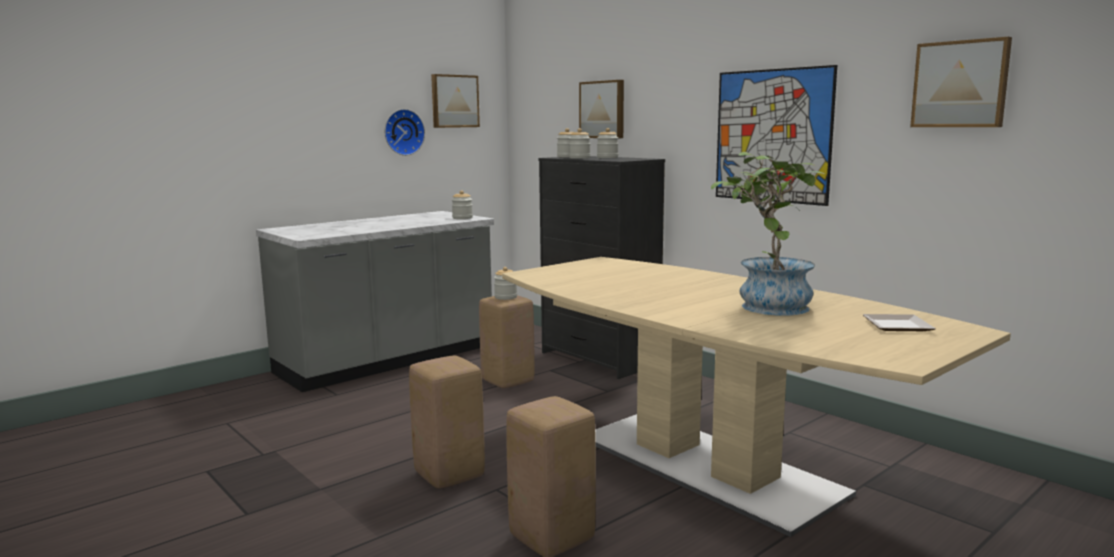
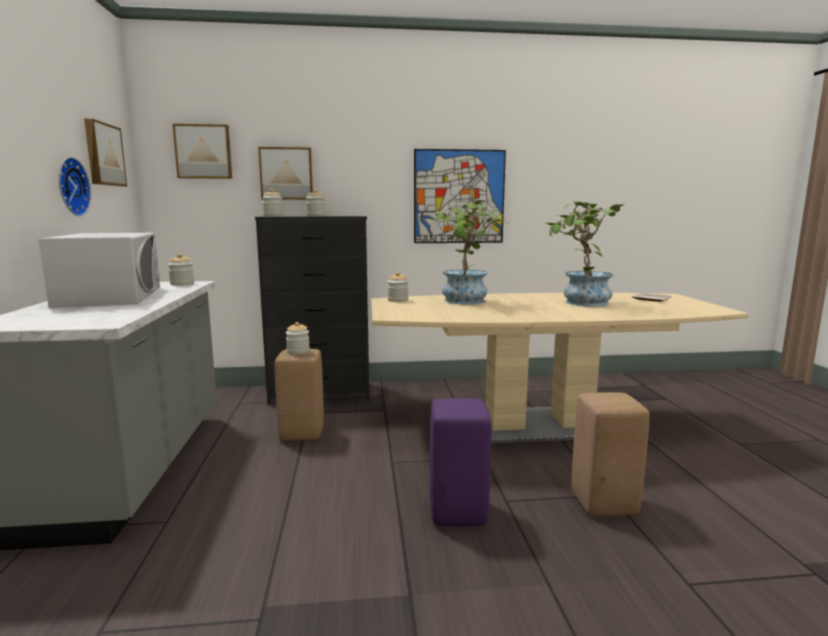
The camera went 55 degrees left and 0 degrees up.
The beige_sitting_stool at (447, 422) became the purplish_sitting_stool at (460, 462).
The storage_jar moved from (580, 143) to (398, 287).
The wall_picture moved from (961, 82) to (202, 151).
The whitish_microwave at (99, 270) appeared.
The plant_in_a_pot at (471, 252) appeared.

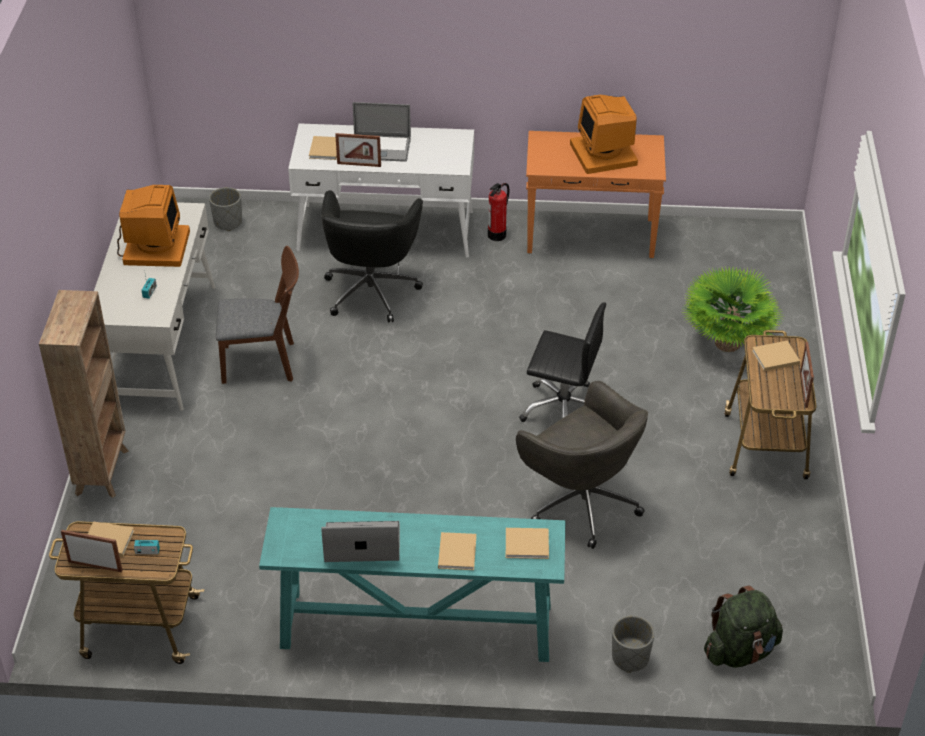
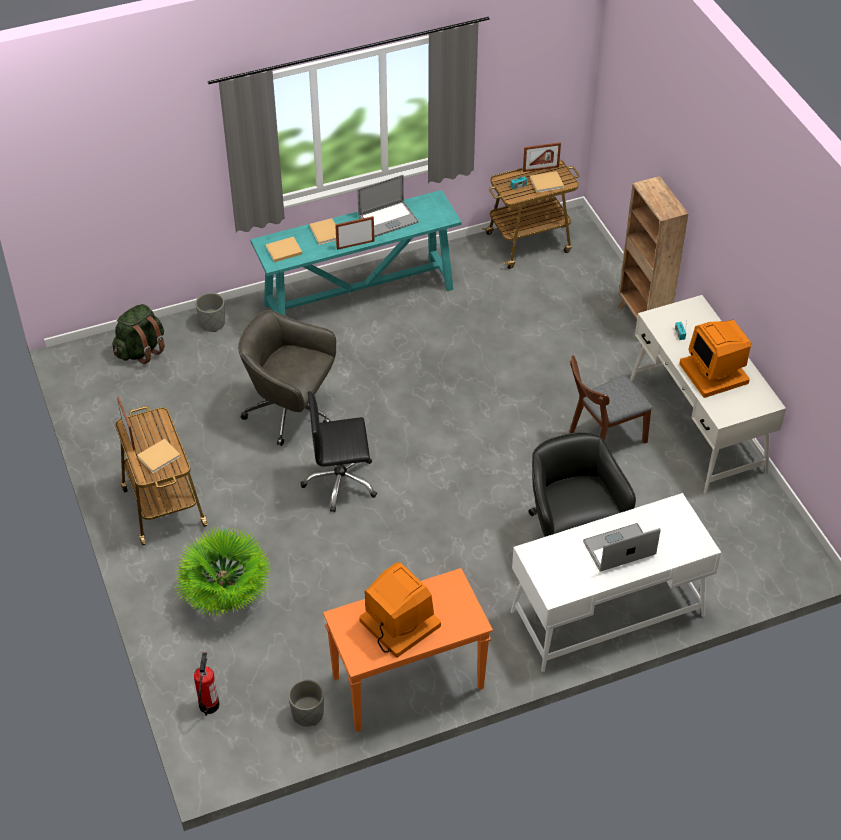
The camera went 155 degrees right and 5 degrees up.
The gray_flower_pot moved from (225, 209) to (306, 703).
The beige_volume at (323, 148) disappeared.
The photo_frame moved from (358, 150) to (354, 233).
The extinguisher moved from (498, 212) to (206, 684).

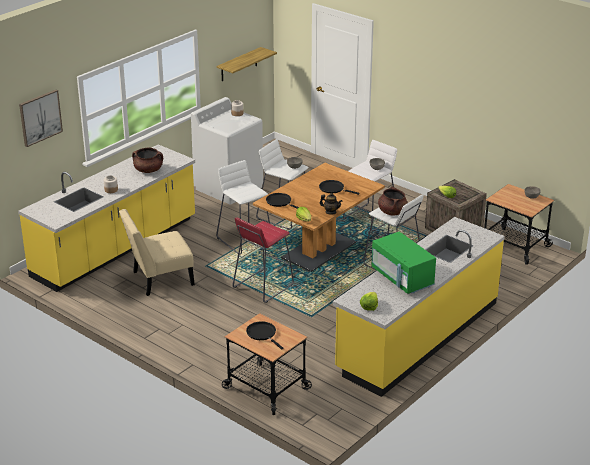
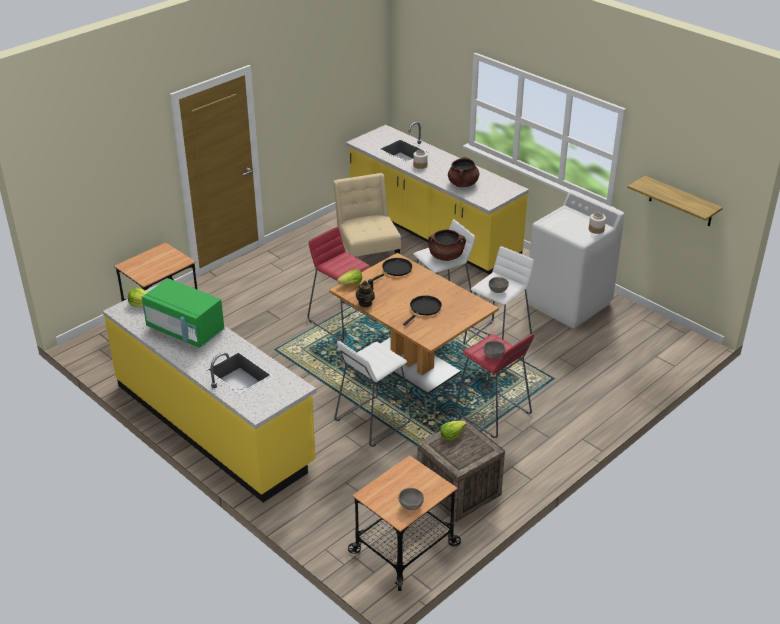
The camera went 95 degrees right and 5 degrees up.
The wall_picture at (41, 118) disappeared.
The blackish_pan at (264, 335) disappeared.
The whitish_sitting_stool at (370, 185) became the red-coloured_sitting_stool at (494, 386).
The green_microwave at (404, 263) turned 120 degrees counterclockwise.
The brown-coloured_saucepot moved from (392, 200) to (447, 245).

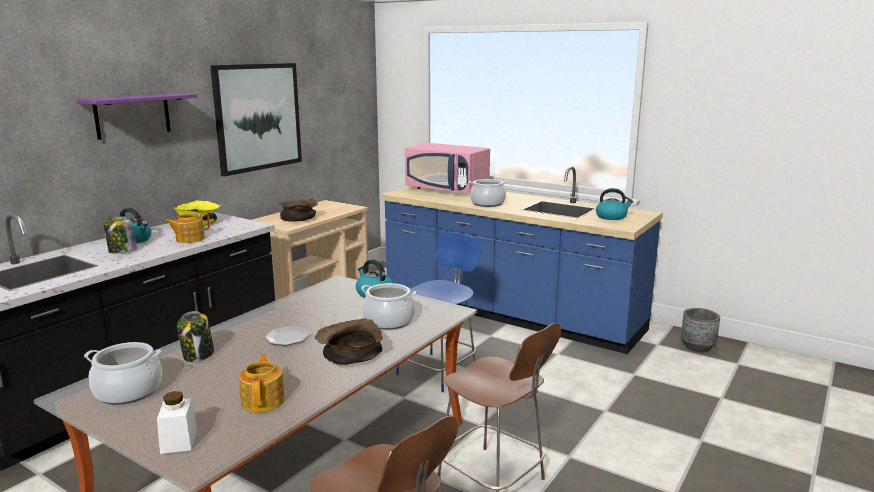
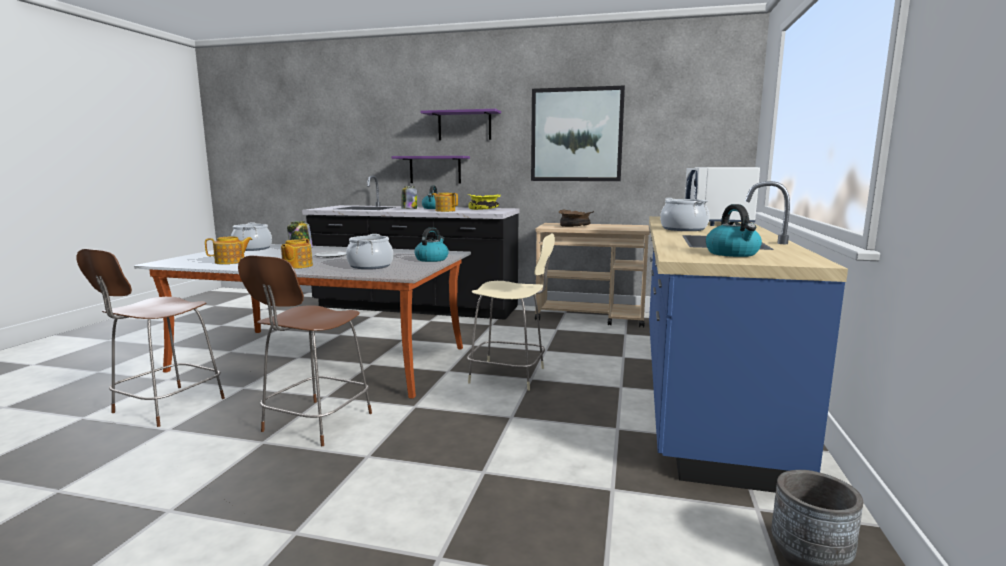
The camera went 70 degrees right and 5 degrees down.
The whitish_storage_jar at (177, 422) disappeared.
The brown-coloured_deep_dish at (349, 341) was replaced by the tea_pot at (297, 253).
The bluish_chair at (438, 312) became the beige_chair at (511, 312).
The pink-coloured_microwave at (447, 168) became the whitish_microwave at (722, 196).
The purplish_bracket_shelf at (430, 169) appeared.

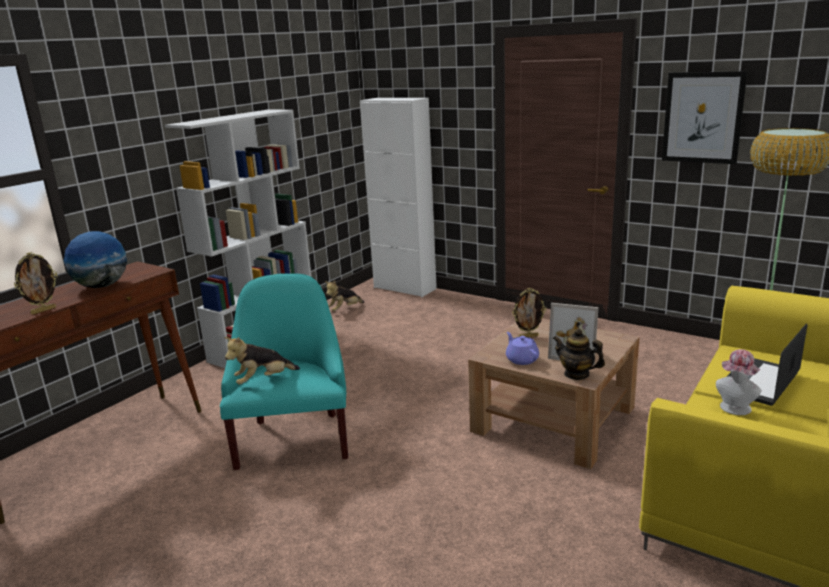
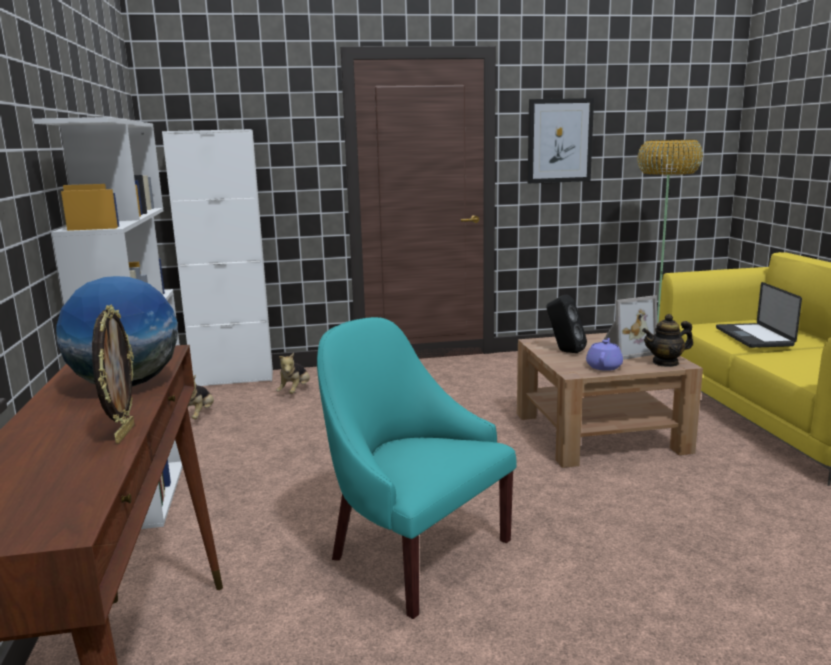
The camera went 45 degrees left and 5 degrees down.
The plush_toy moved from (262, 361) to (293, 373).
The purplish_tea_pot at (522, 348) turned 90 degrees clockwise.
The photo_frame at (529, 312) was replaced by the blackish_audio_speaker at (567, 323).
The clothing_hat at (739, 382) disappeared.

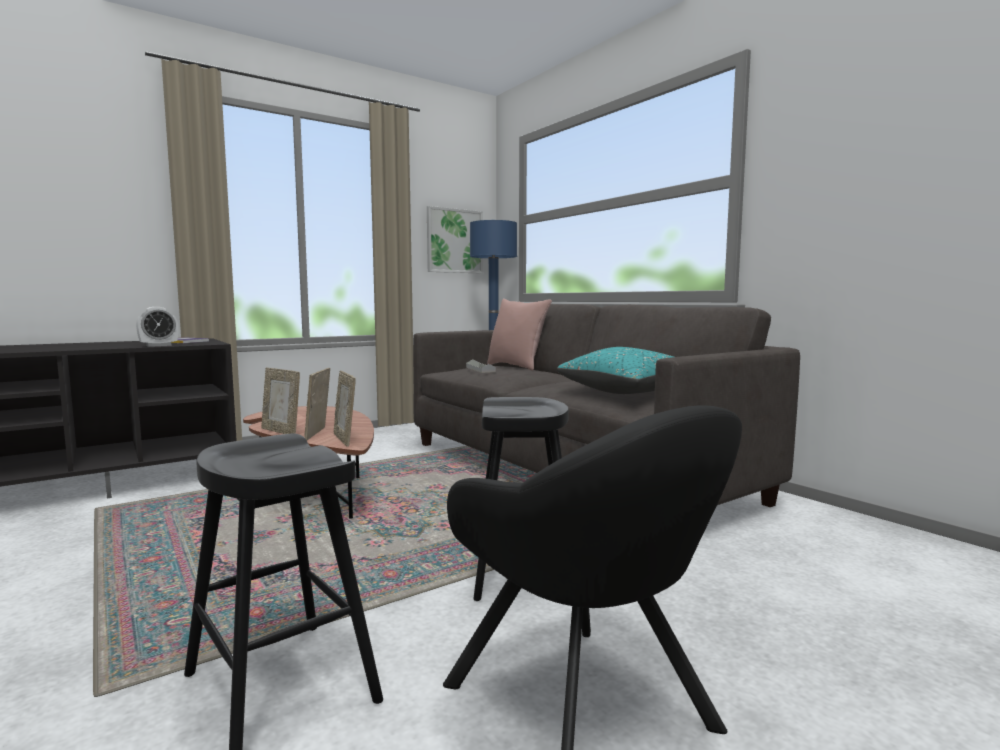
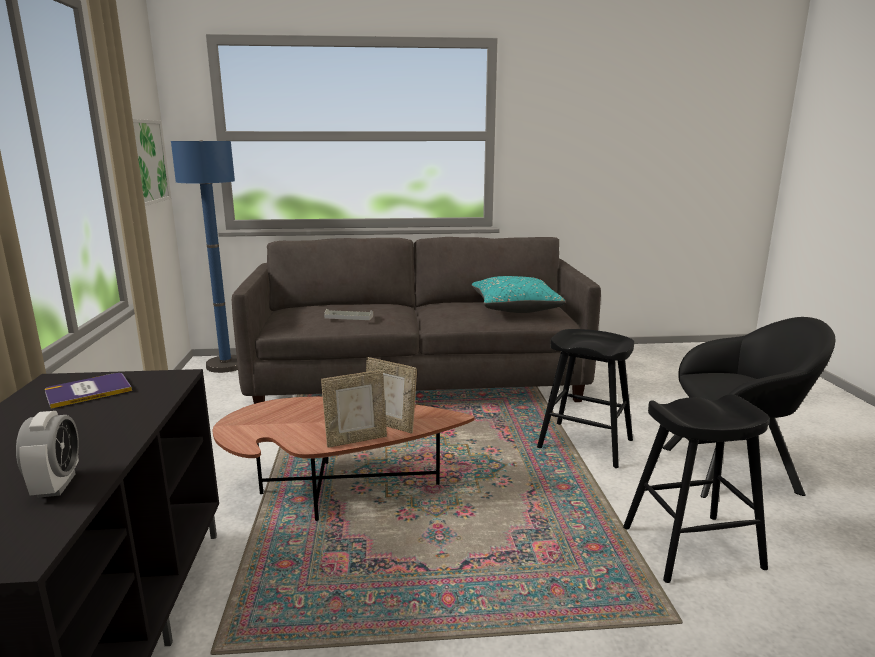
The camera went 60 degrees left and 10 degrees up.
The alarm_clock moved from (157, 327) to (47, 454).
The photo_frame at (345, 408) disappeared.
The pink-coloured_pillow at (519, 335) disappeared.

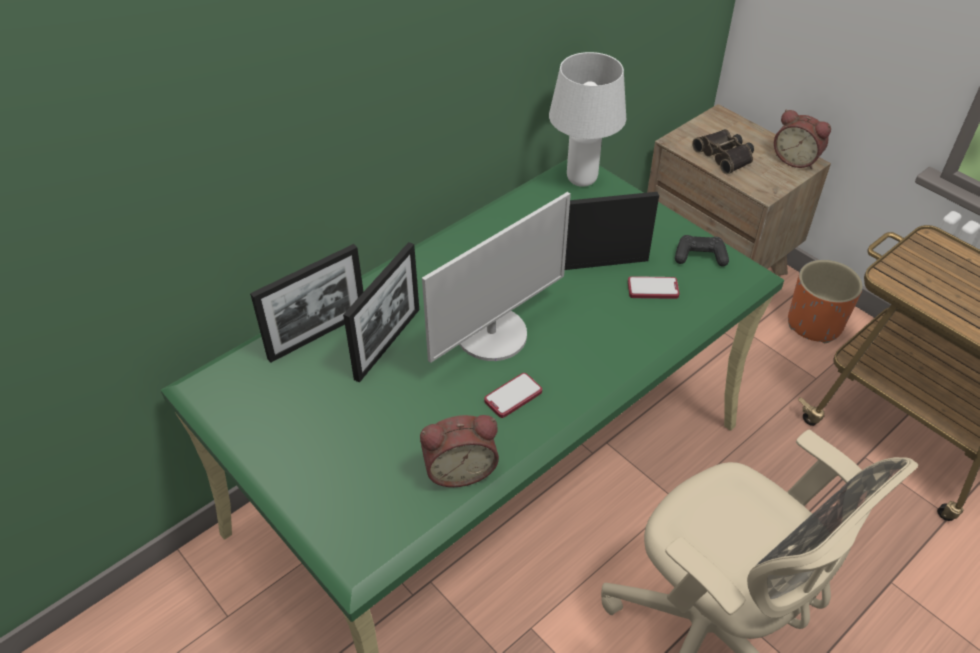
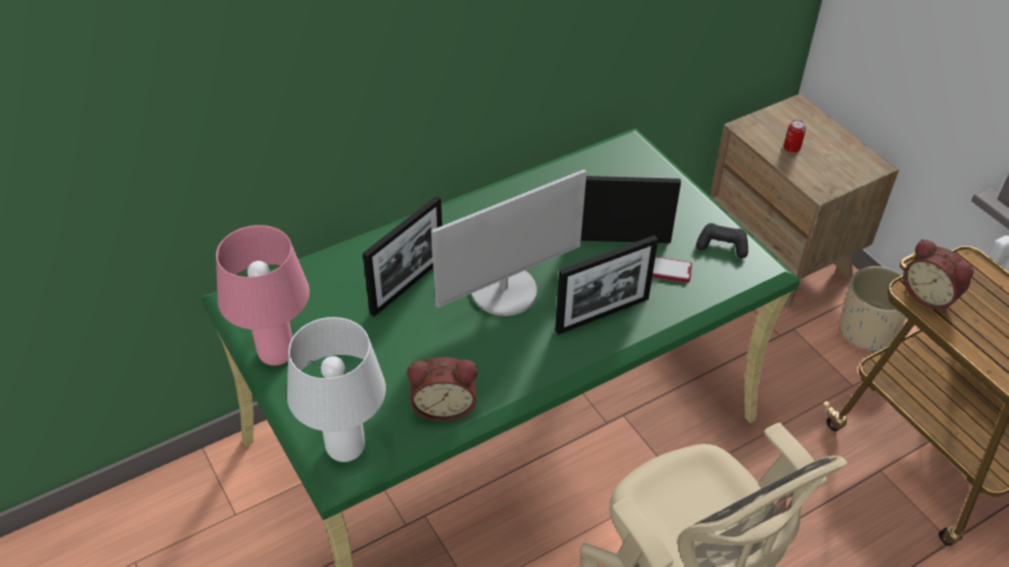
The camera went 10 degrees right and 0 degrees up.
The photo_frame moved from (306, 303) to (606, 285).
The handset at (513, 395) disappeared.
The whitish_table_lamp moved from (587, 119) to (336, 389).
The field_glasses at (723, 151) was replaced by the can at (795, 136).
The alarm_clock moved from (802, 139) to (938, 275).
The orange-coloured_flower_pot at (825, 301) became the beige_flower_pot at (873, 309).
The pink-coloured_table_lamp at (263, 295) appeared.

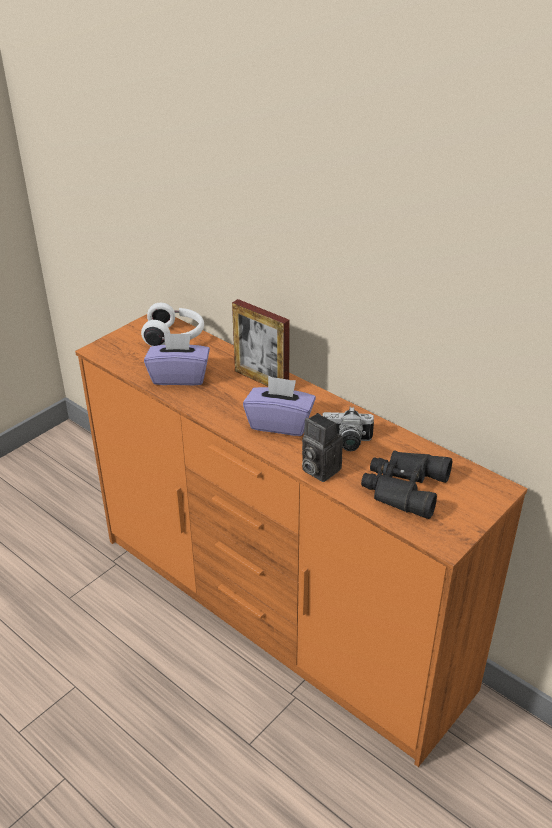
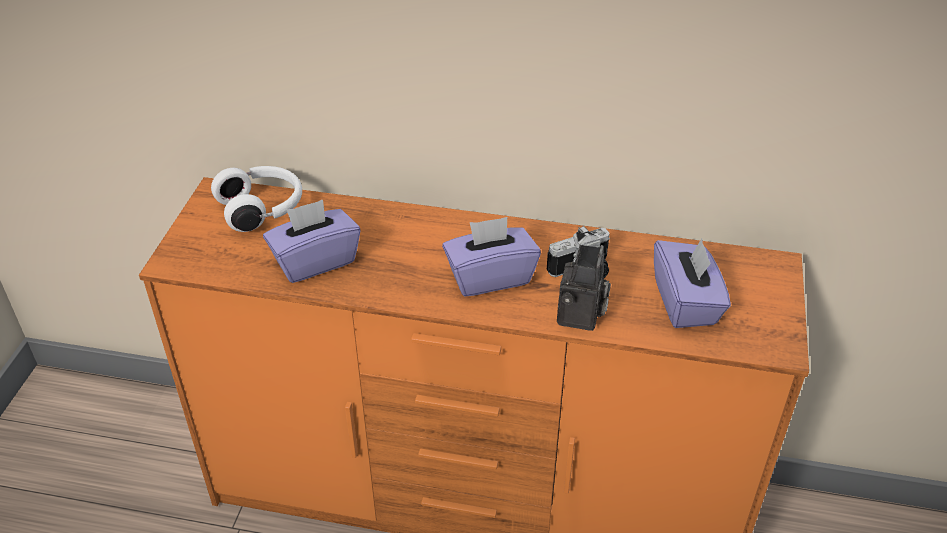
The camera went 30 degrees left and 5 degrees up.
The photo_frame at (261, 342) disappeared.
The photo_camera at (322, 447) turned 90 degrees counterclockwise.
The blackish_field_glasses at (406, 484) was replaced by the purplish_tissue_box at (692, 283).

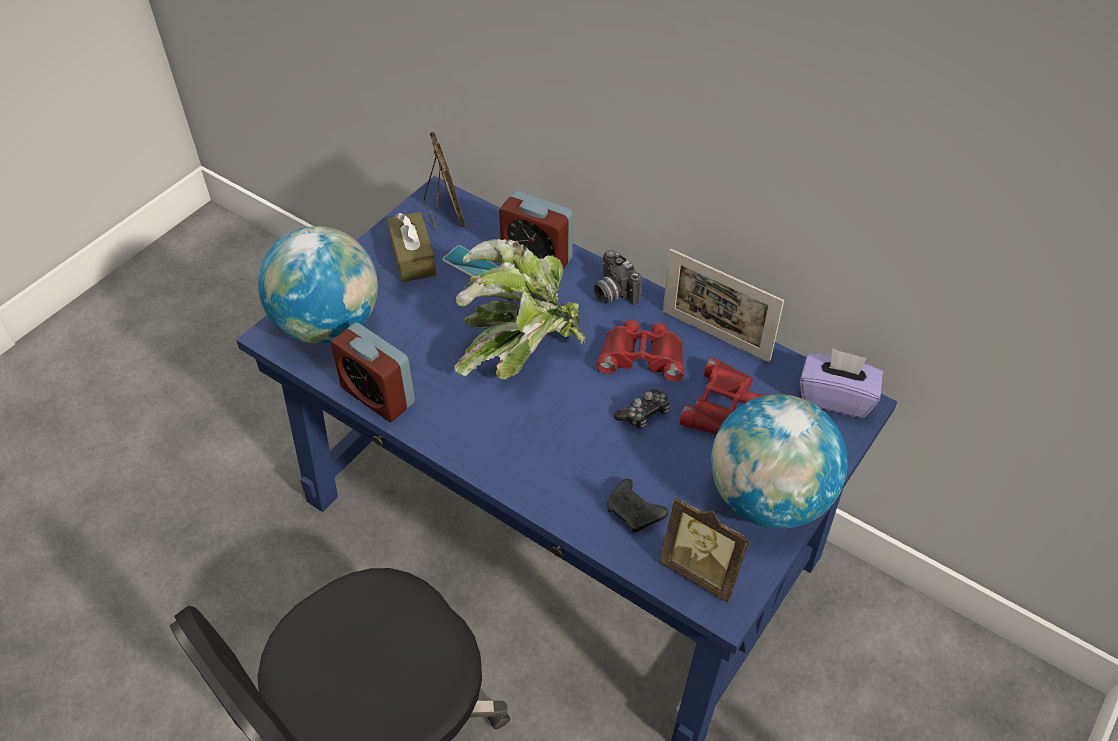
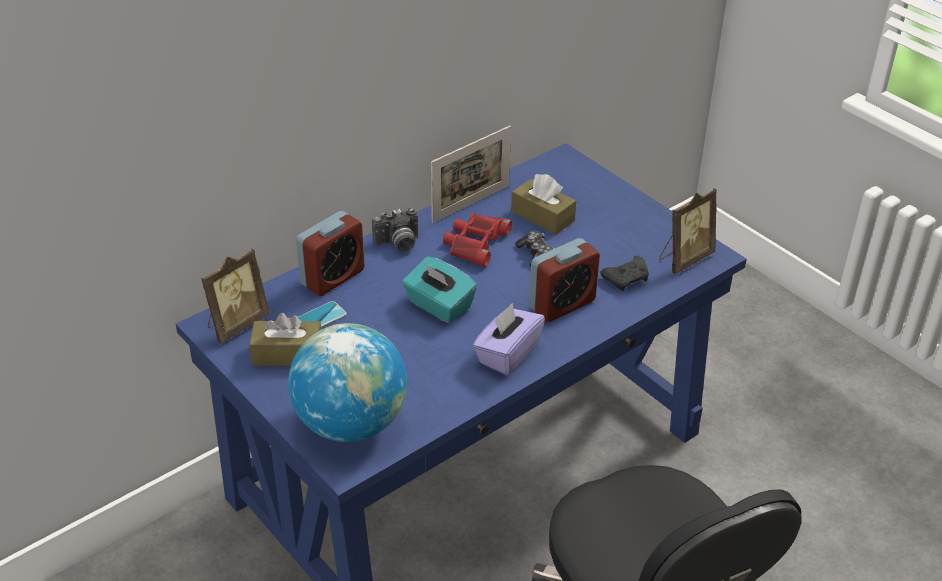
The camera went 75 degrees left and 10 degrees down.
The alarm_clock moved from (373, 372) to (564, 280).
The photo_frame at (444, 180) turned 135 degrees clockwise.
The plant_in_a_pot at (520, 309) was replaced by the blue-green_tissue_box at (439, 289).
The red-coloured_field_glasses at (722, 396) was replaced by the brown-coloured_tissue_box at (543, 204).
The desk_globe at (779, 461) disappeared.
The purplish_tissue_box moved from (841, 383) to (509, 339).

